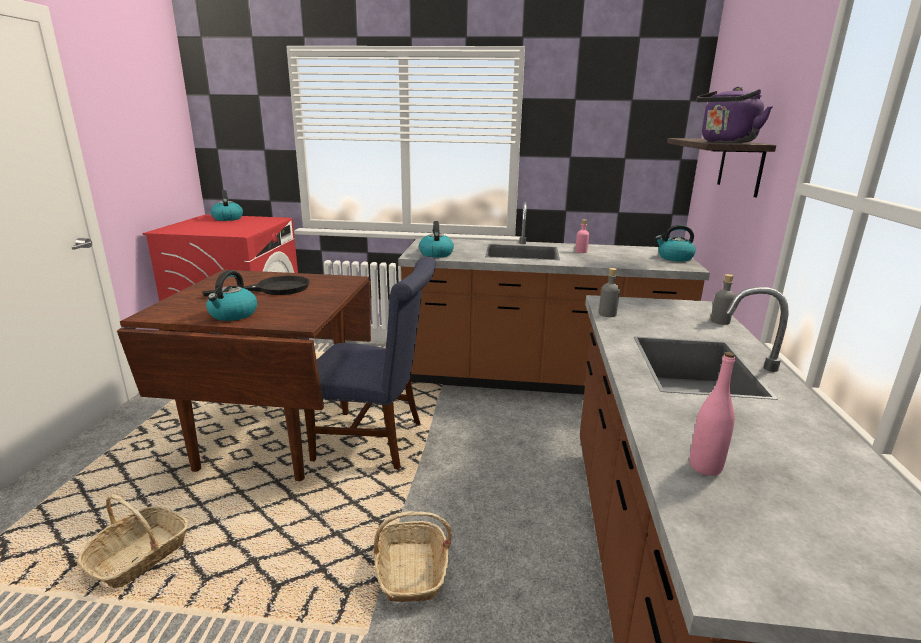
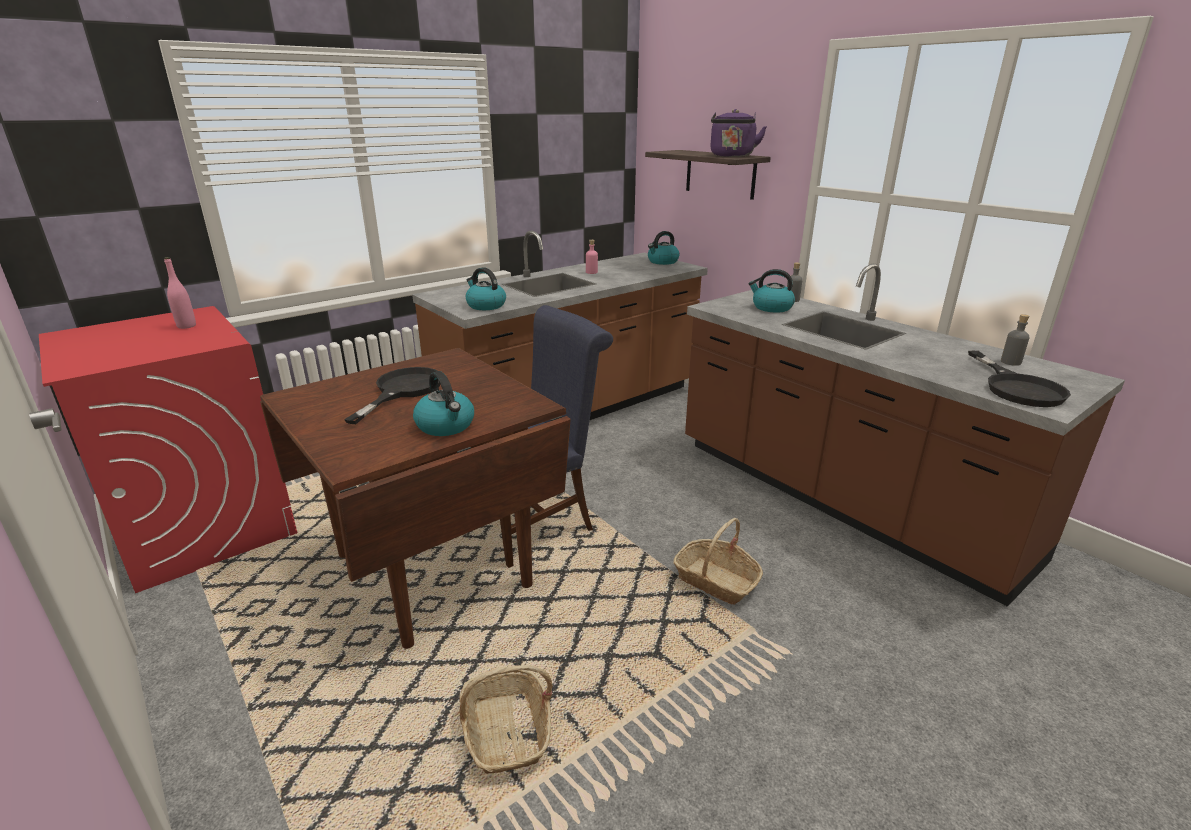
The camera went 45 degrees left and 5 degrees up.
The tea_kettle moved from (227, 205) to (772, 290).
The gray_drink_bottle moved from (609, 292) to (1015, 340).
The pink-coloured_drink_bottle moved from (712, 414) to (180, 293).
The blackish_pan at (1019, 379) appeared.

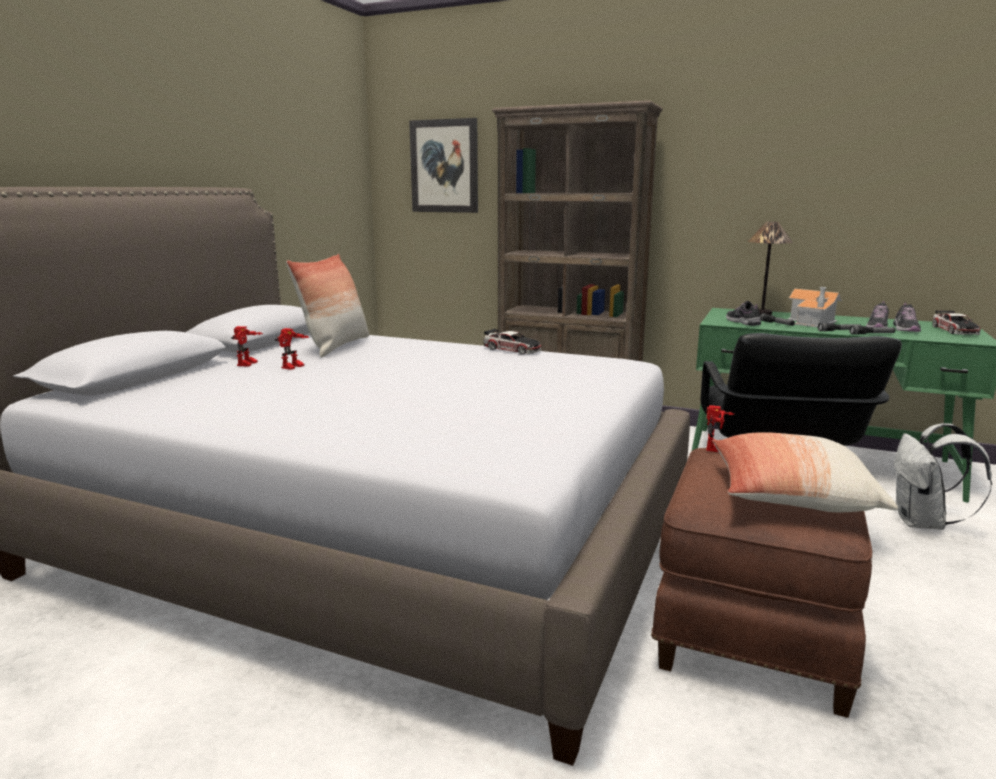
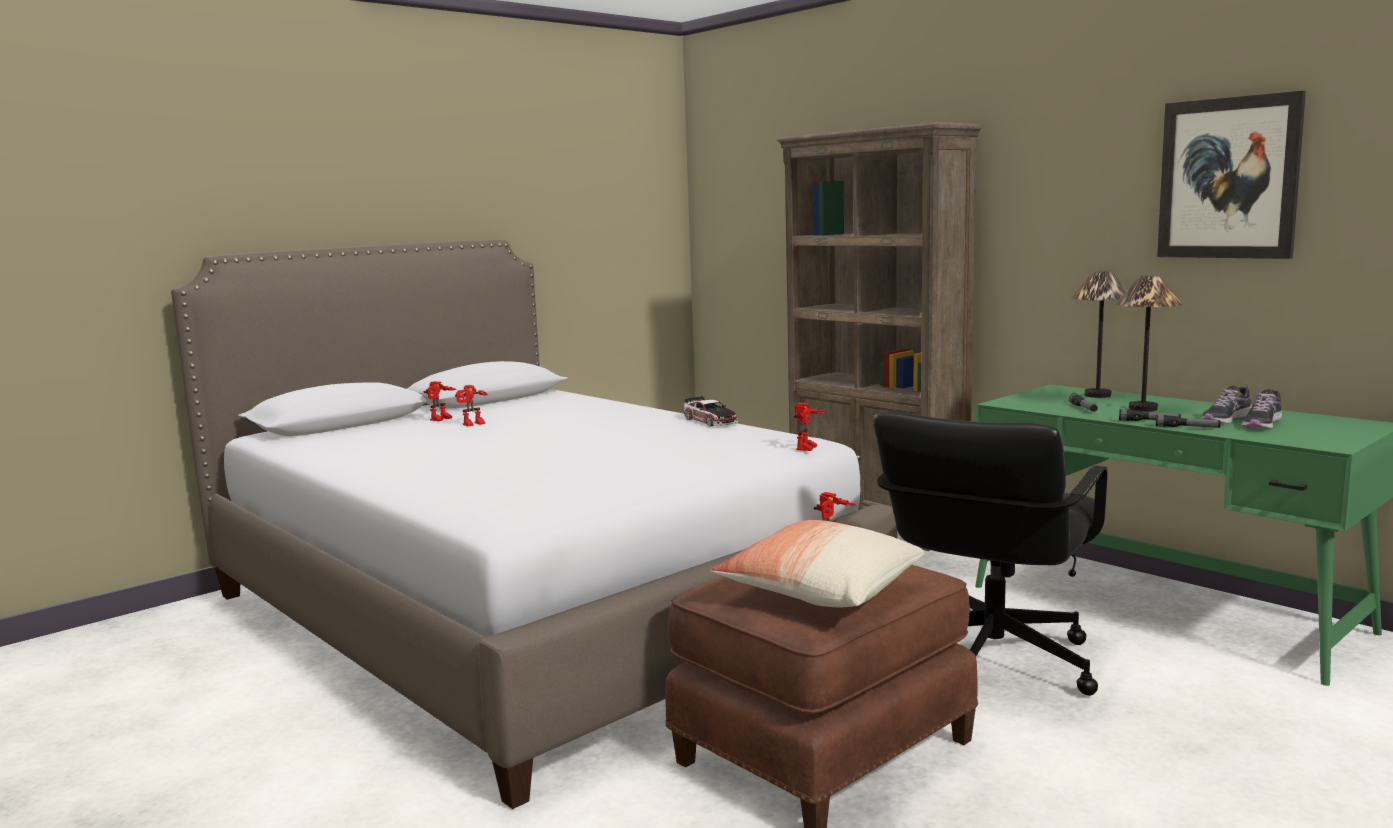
The camera went 25 degrees right and 5 degrees down.
The pillow at (327, 305) disappeared.
The wall_picture moved from (443, 165) to (1231, 175).
The low_shoe at (743, 313) disappeared.
The model_house at (815, 307) was replaced by the table_lamp at (1149, 343).
The whitish_backpack at (943, 476) disappeared.
The toy_car at (956, 323) disappeared.
The robot_figure at (810, 427) appeared.

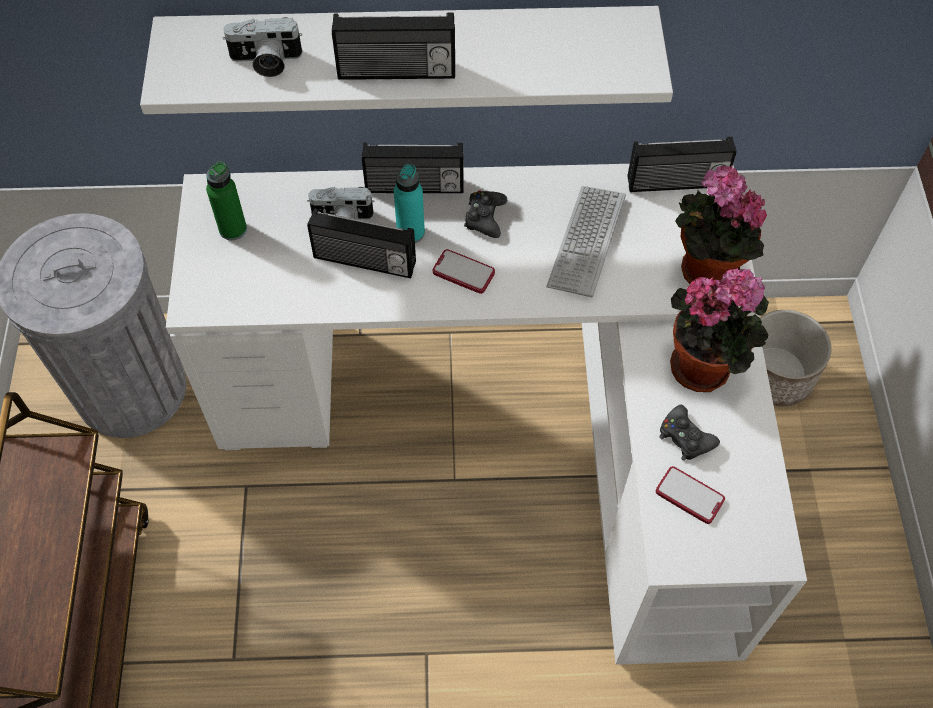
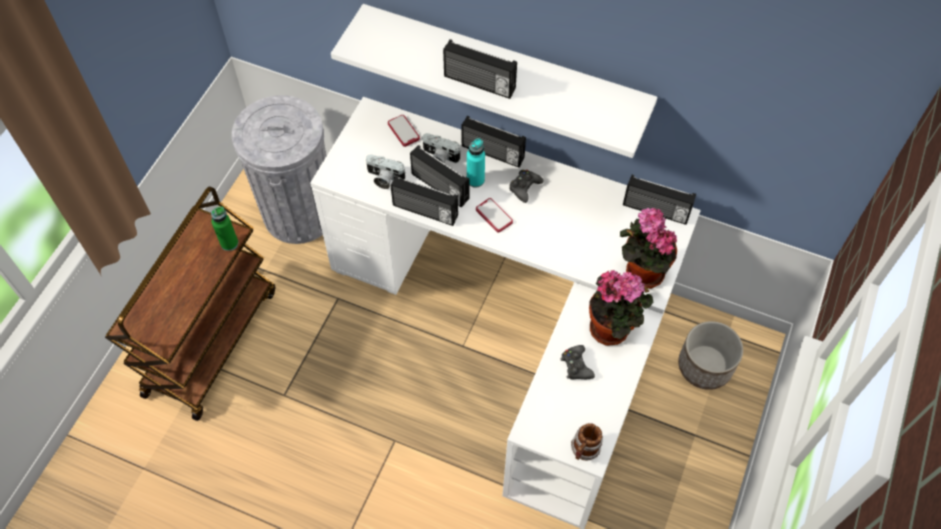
The camera went 25 degrees right and 0 degrees up.
The green_drink_bottle moved from (226, 200) to (224, 228).
The photo_camera moved from (263, 47) to (385, 171).
The keyboard at (586, 241) disappeared.
The handset moved from (690, 495) to (404, 131).
The radio at (424, 200) appeared.
The coffee_mug at (587, 442) appeared.

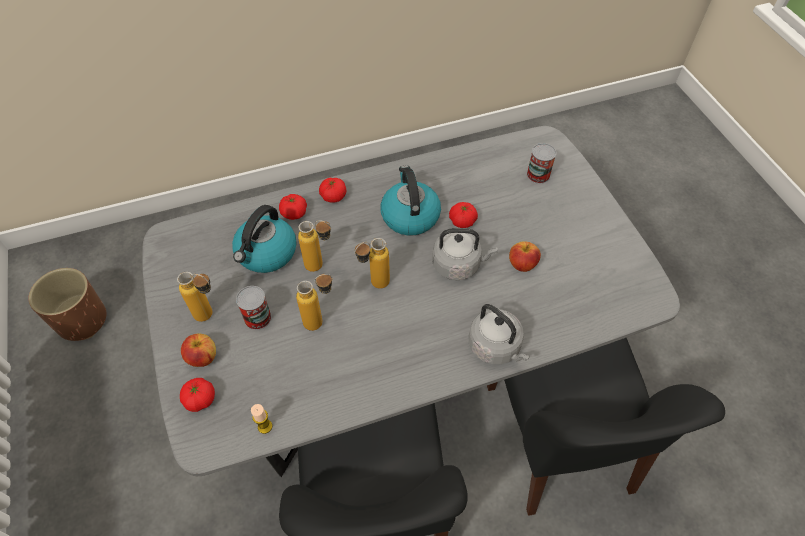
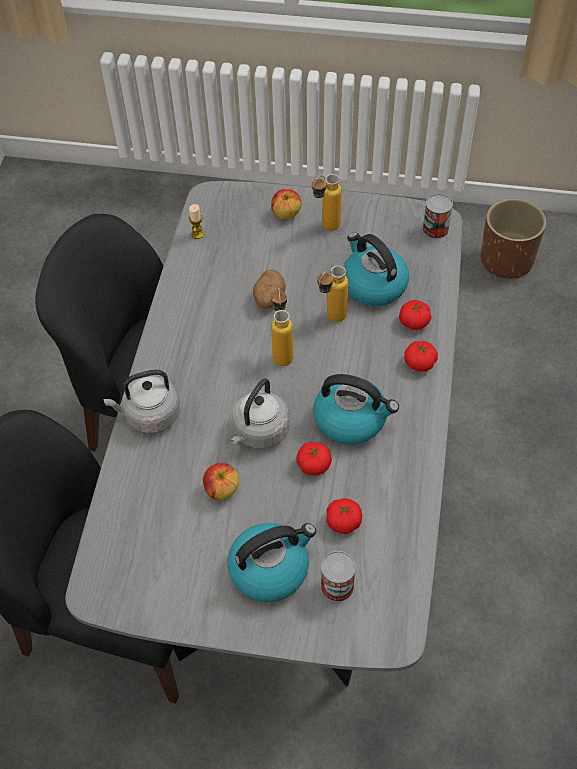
The camera went 120 degrees right and 0 degrees up.
The fresh_tomato moved from (197, 395) to (344, 516).
The can moved from (254, 308) to (438, 216).
The drink_bottle at (314, 302) was replaced by the whole_potato at (269, 289).
The tea_kettle at (272, 562) appeared.

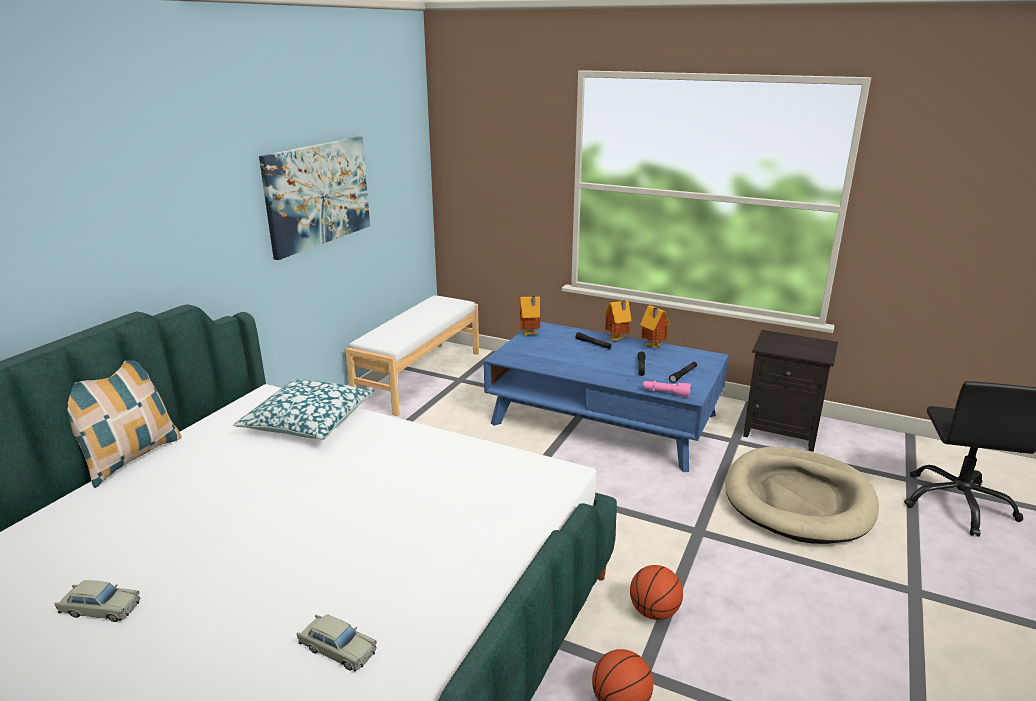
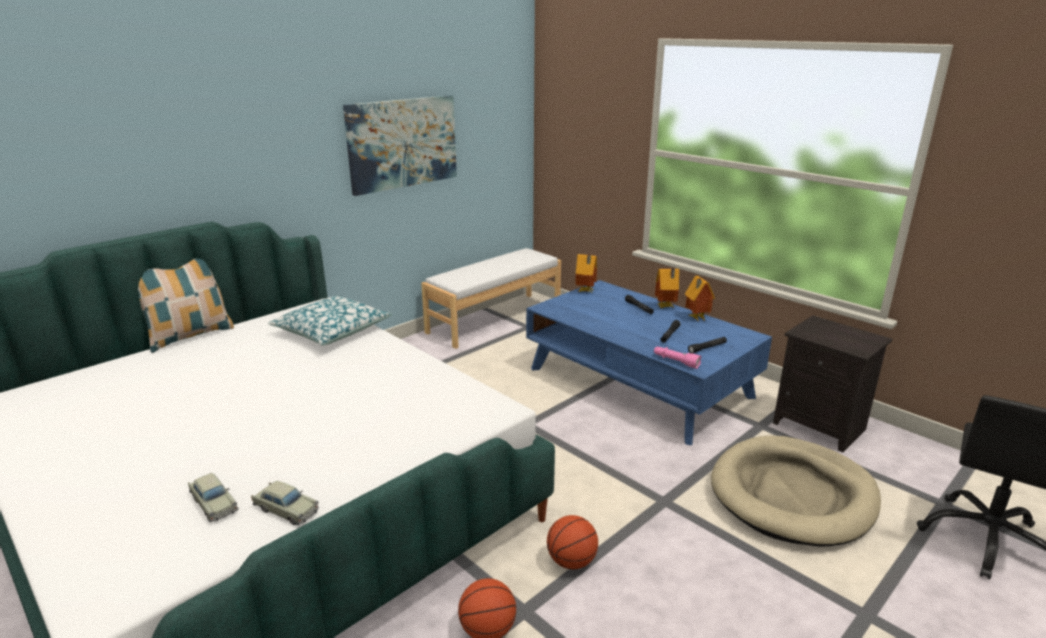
The camera went 20 degrees right and 0 degrees up.
The beige_toy_car moved from (97, 601) to (285, 503).

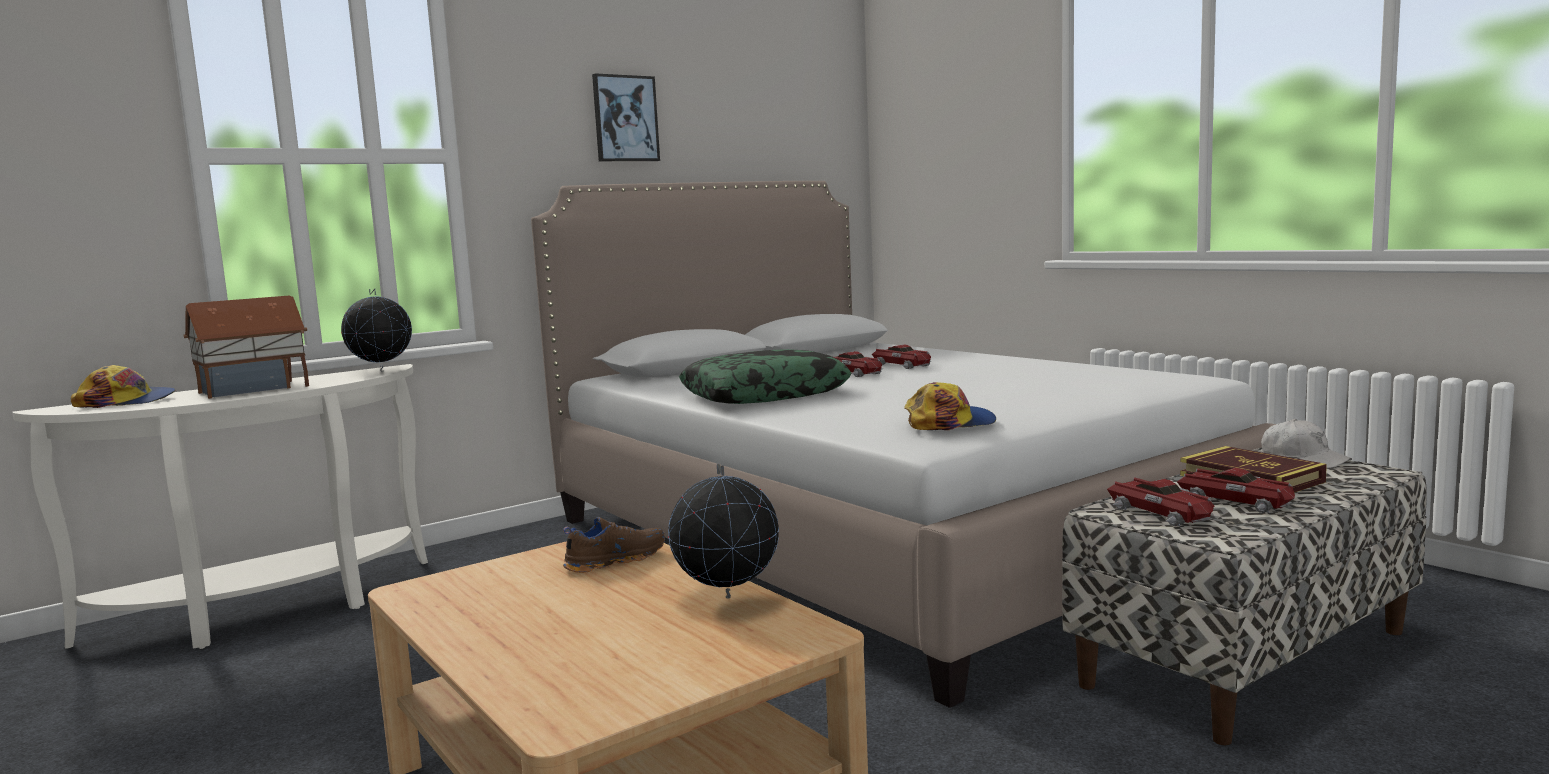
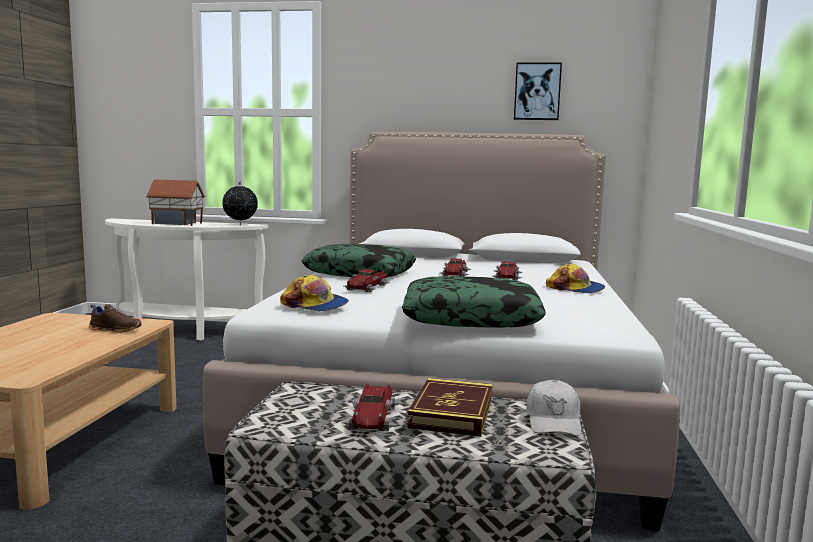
The camera went 45 degrees right and 0 degrees up.
The cap moved from (123, 386) to (575, 278).
The wall_picture moved from (626, 117) to (538, 91).
The desk_globe at (723, 531) disappeared.
The toy_car moved from (1160, 502) to (367, 280).
The pillow at (474, 302) appeared.

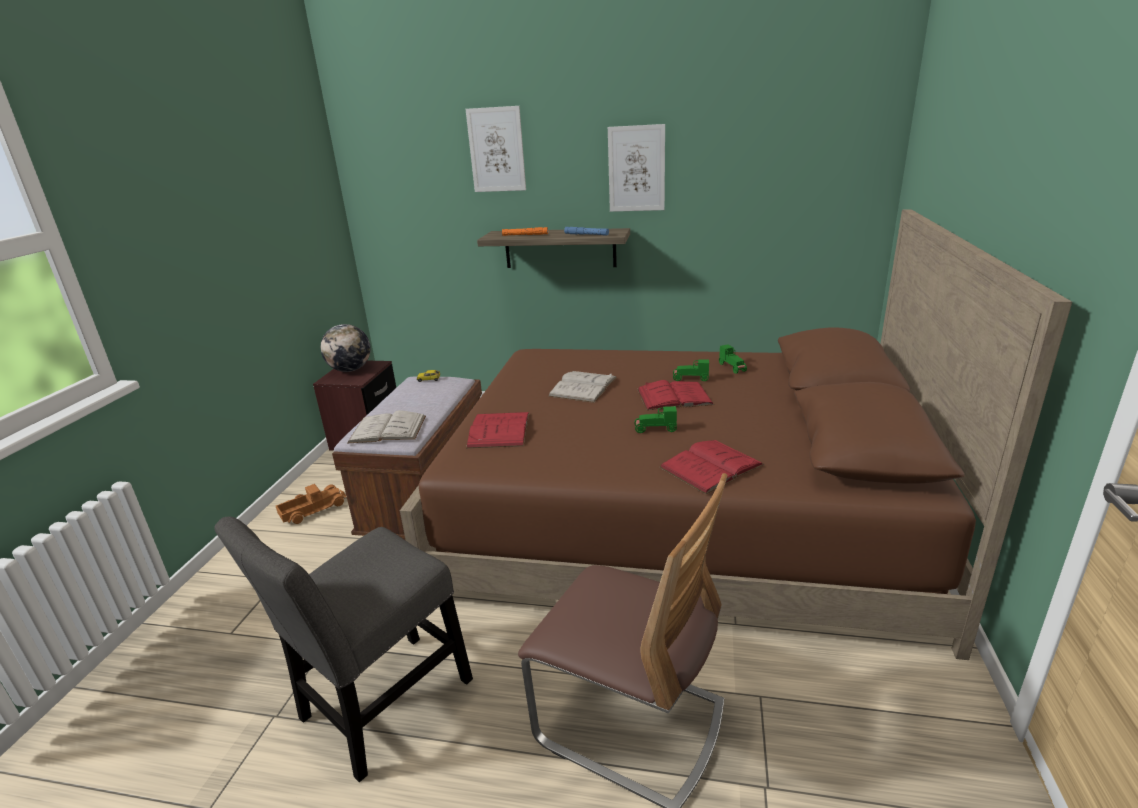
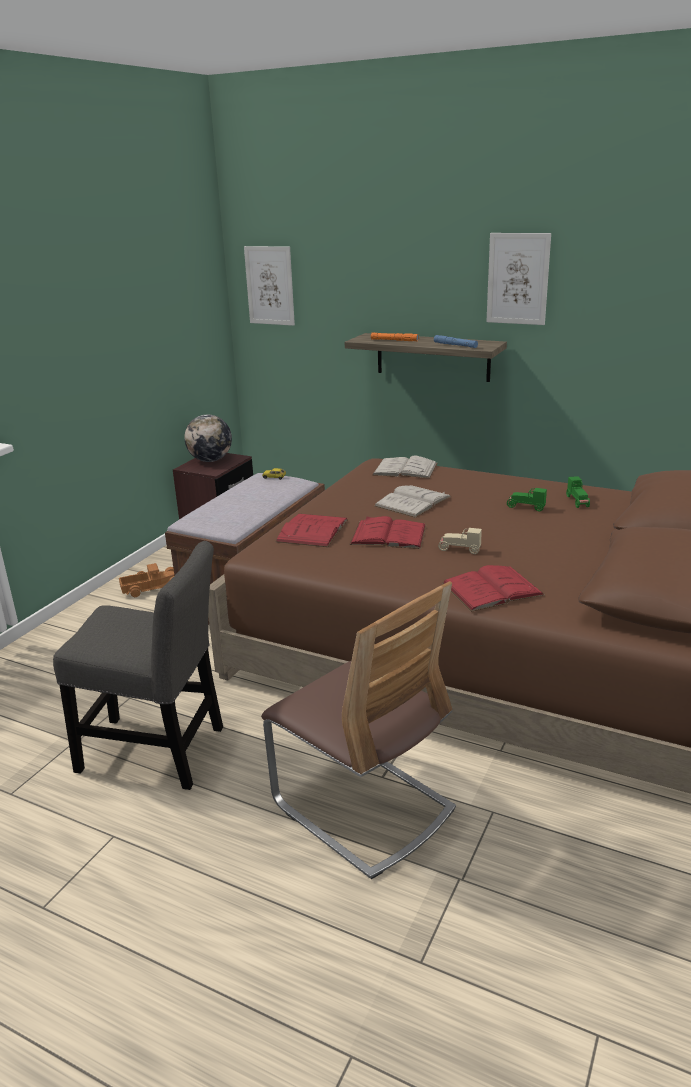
The camera went 15 degrees right and 0 degrees up.
The gray_chair at (343, 649) turned 135 degrees counterclockwise.
The whitish_volume moved from (386, 426) to (405, 467).
The wall_picture moved from (496, 149) to (269, 286).
The green_toy_car at (655, 419) became the beige_toy_car at (460, 541).
The red-coloured_volume moved from (675, 395) to (387, 532).

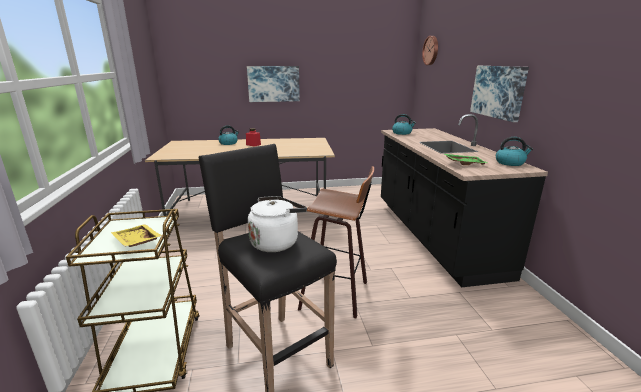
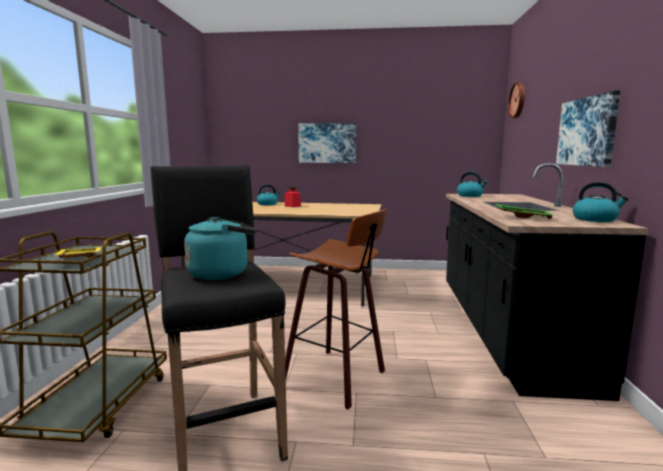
The camera went 15 degrees right and 10 degrees down.
The whitish_tea_kettle at (277, 224) became the blue-green_tea_kettle at (220, 248).

